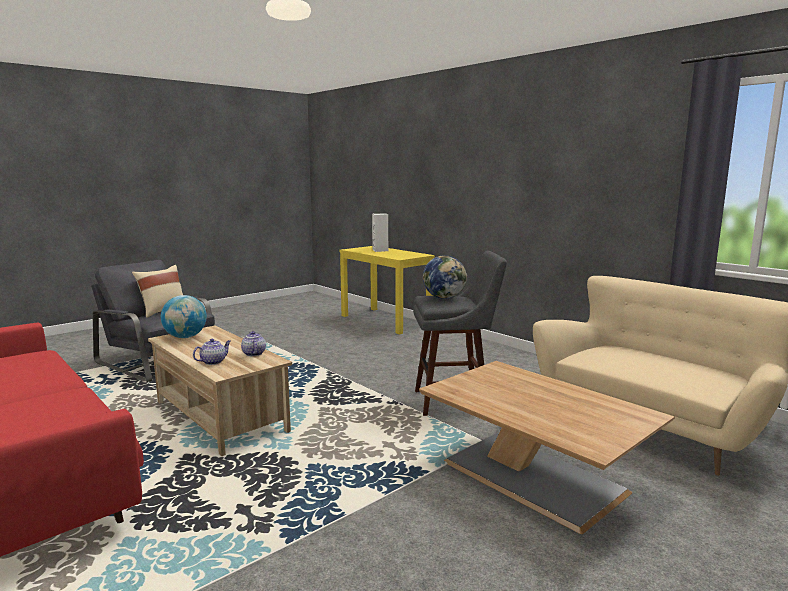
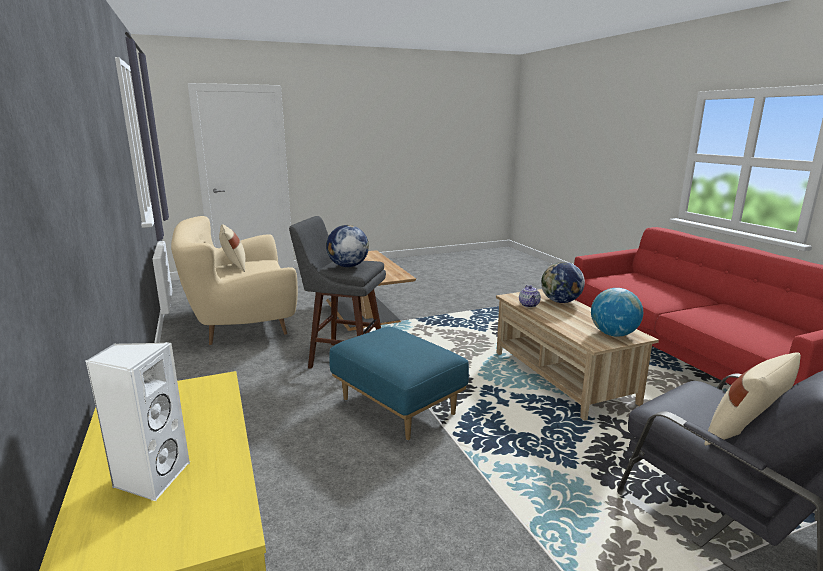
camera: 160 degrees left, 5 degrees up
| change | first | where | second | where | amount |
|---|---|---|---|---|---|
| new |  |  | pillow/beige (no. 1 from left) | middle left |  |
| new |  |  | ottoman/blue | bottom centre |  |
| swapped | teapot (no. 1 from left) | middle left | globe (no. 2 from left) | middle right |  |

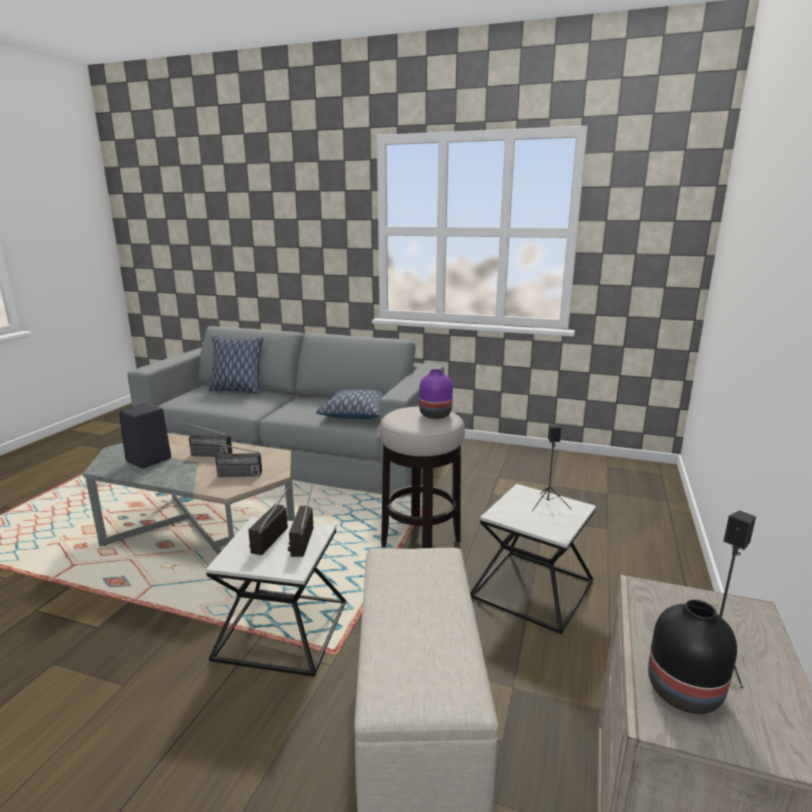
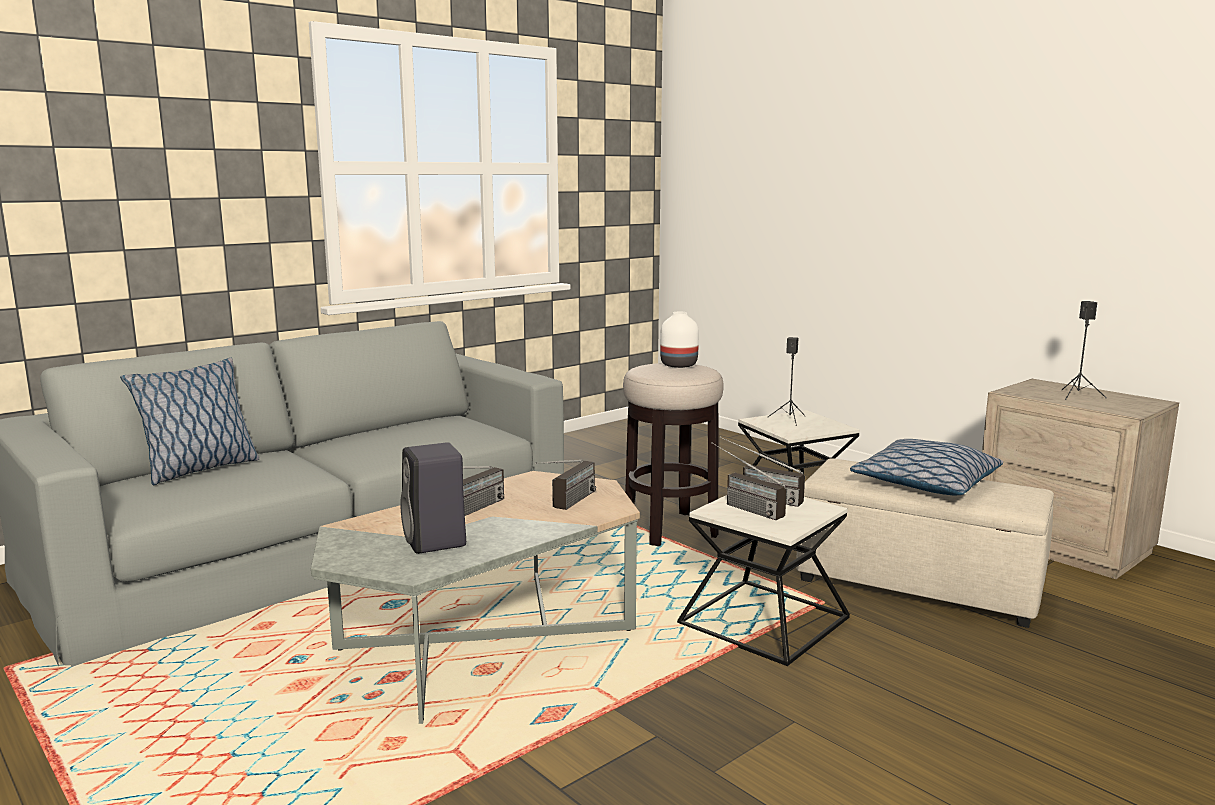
camera: 60 degrees left, 5 degrees down
| change | first | where | second | where | amount |
|---|---|---|---|---|---|
| gone | vase/black | bottom right |  |  |  |
| shifted | pillow (no. 2 from left) | centre |  | middle right |  |
| repainted | vase/purple | centre | vase/white | centre |  |

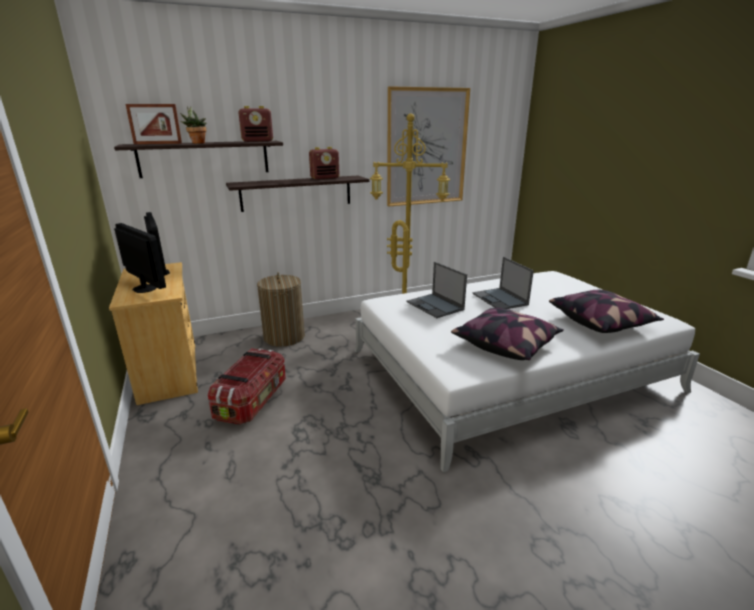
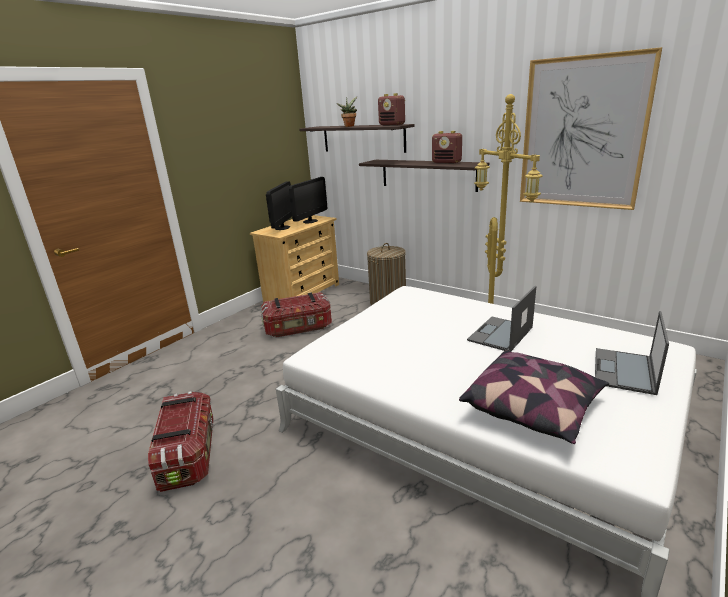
camera: 60 degrees right, 0 degrees up
| change | first | where | second | where | amount |
|---|---|---|---|---|---|
| gone | picture frame | top left |  |  |  |
| gone | pillow (no. 1 from left) | middle right |  |  |  |
| new |  |  | storage box (no. 1 from left) | bottom left |  |
| shifted | laptop (no. 1 from left in the first image) | centre | laptop (no. 2 from left) | middle right |  |

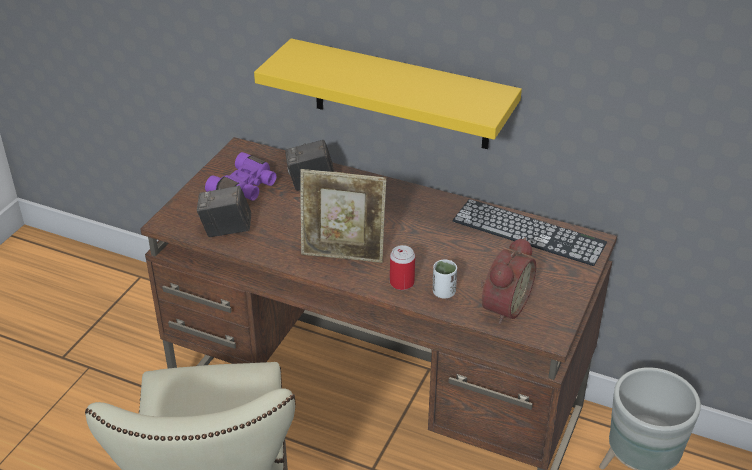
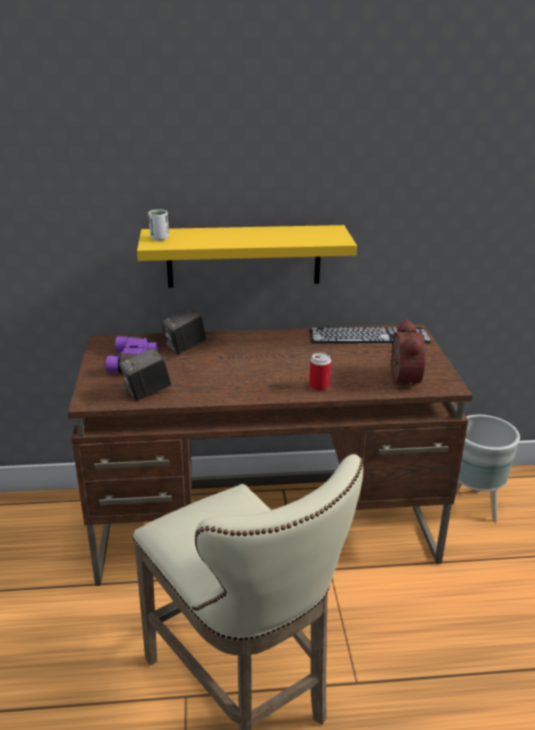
camera: 30 degrees left, 10 degrees down
| change | first | where | second | where | amount |
|---|---|---|---|---|---|
| gone | picture frame | centre |  |  |  |
| shifted | cup/white | centre |  | top left |  |

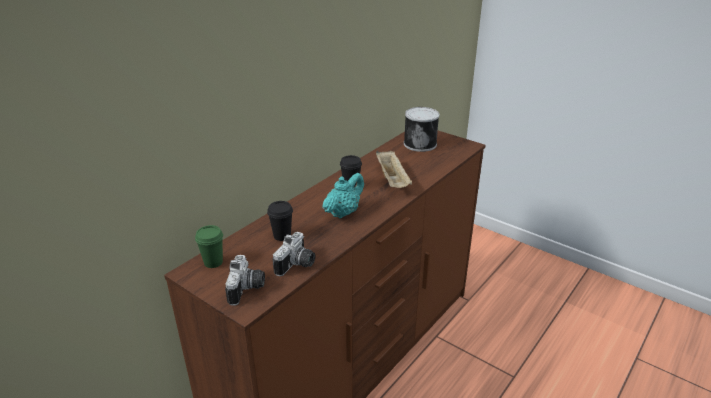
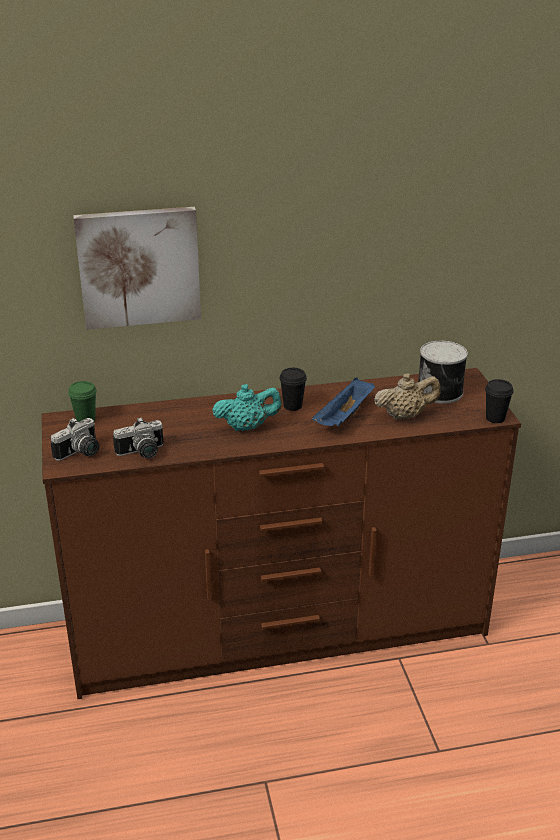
camera: 40 degrees right, 0 degrees up
| change | first | where | second | where | amount |
|---|---|---|---|---|---|
| new |  |  | picture | top left |  |
| new |  |  | teapot/beige | middle right |  |
| shifted | cup/black (no. 1 from left in the first image) | centre | cup/black (no. 2 from left) | middle right |  |
| repainted | tray/beige | centre | tray/blue | centre |  |

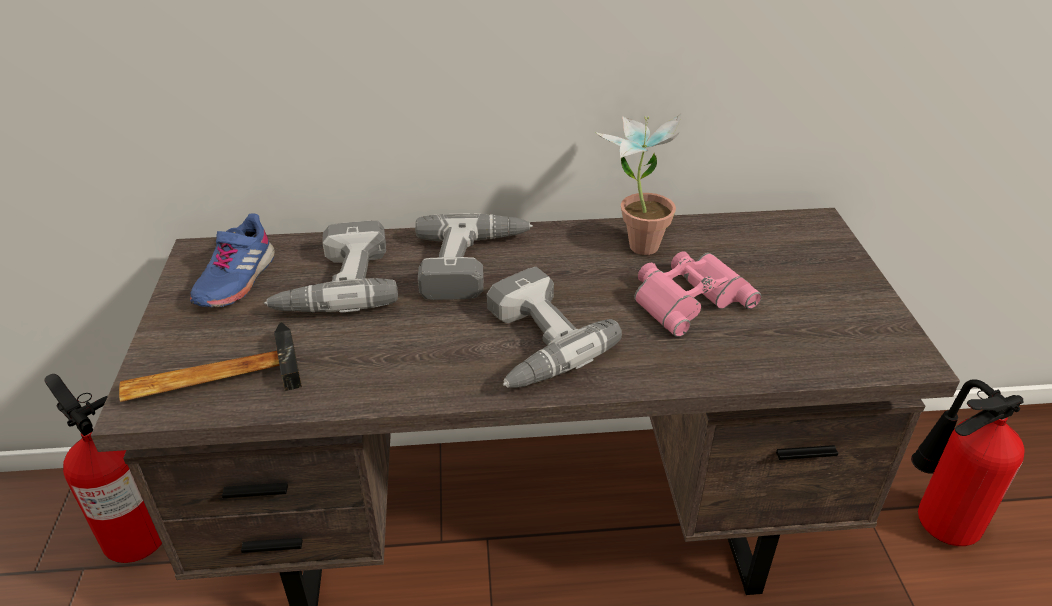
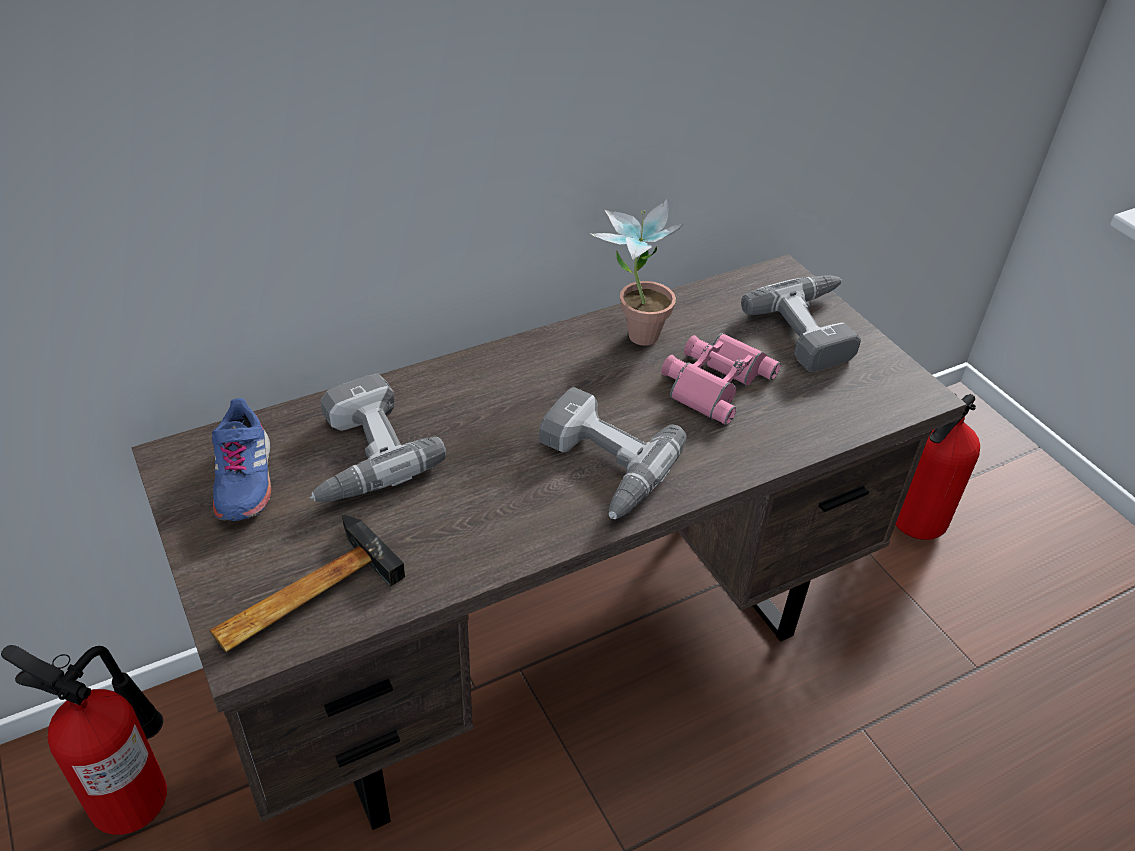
camera: 25 degrees left, 5 degrees up
| change | first | where | second | where | amount |
|---|---|---|---|---|---|
| shifted | power drill (no. 2 from left in the first image) | centre | power drill (no. 3 from left) | middle right |  |

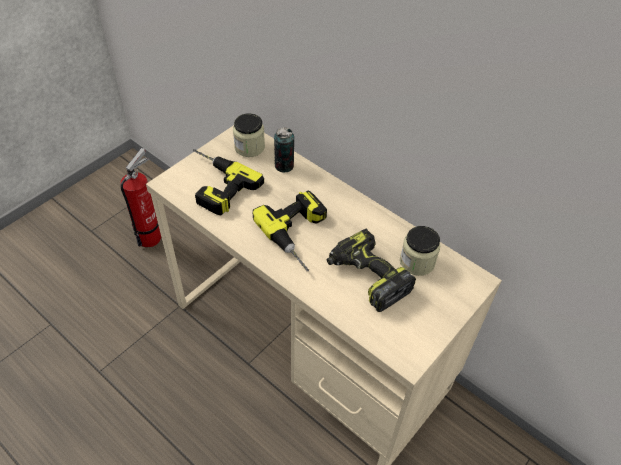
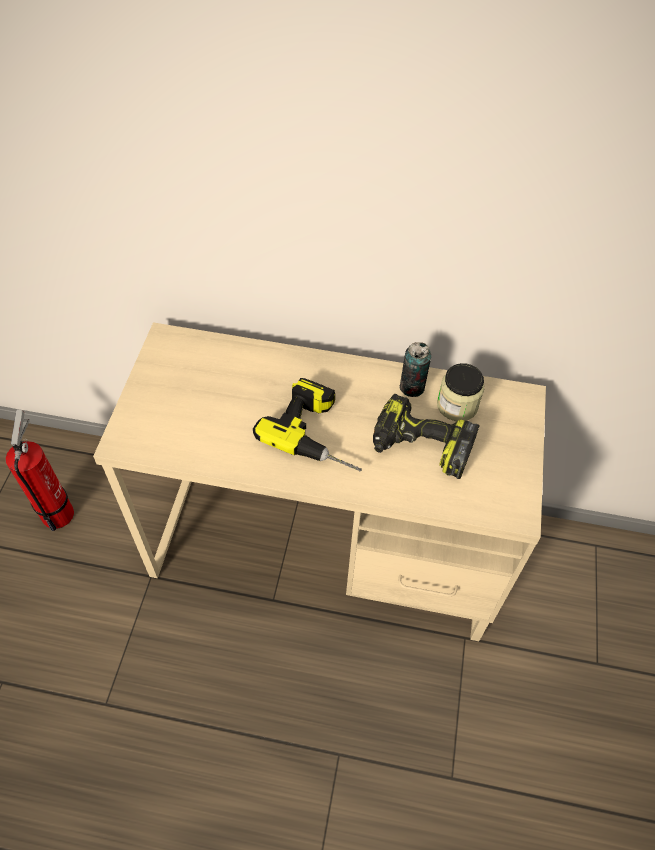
camera: 30 degrees left, 5 degrees up
| change | first | where | second | where | amount |
|---|---|---|---|---|---|
| gone | power drill (no. 1 from left) | centre |  |  |  |
| gone | jar (no. 1 from left) | top centre |  |  |  |
| shifted | can | top centre |  | centre |  |

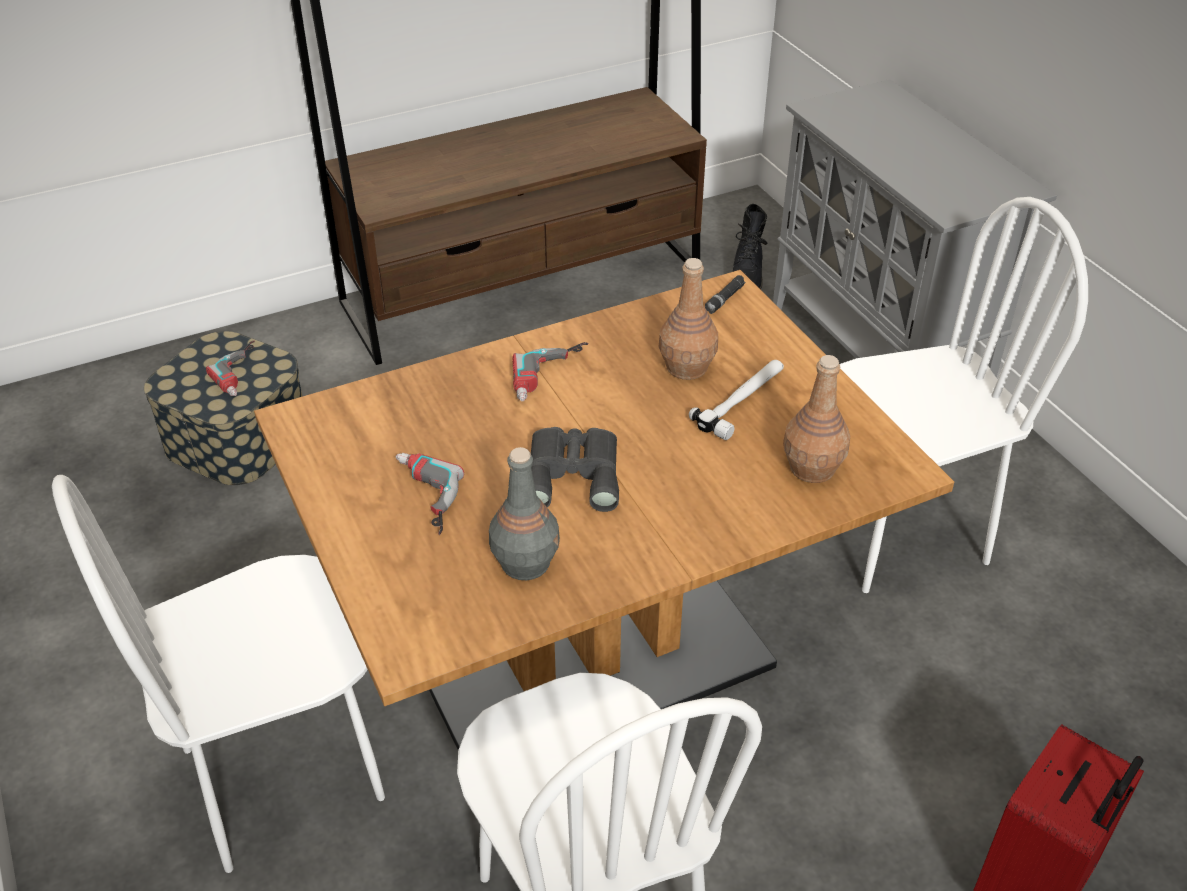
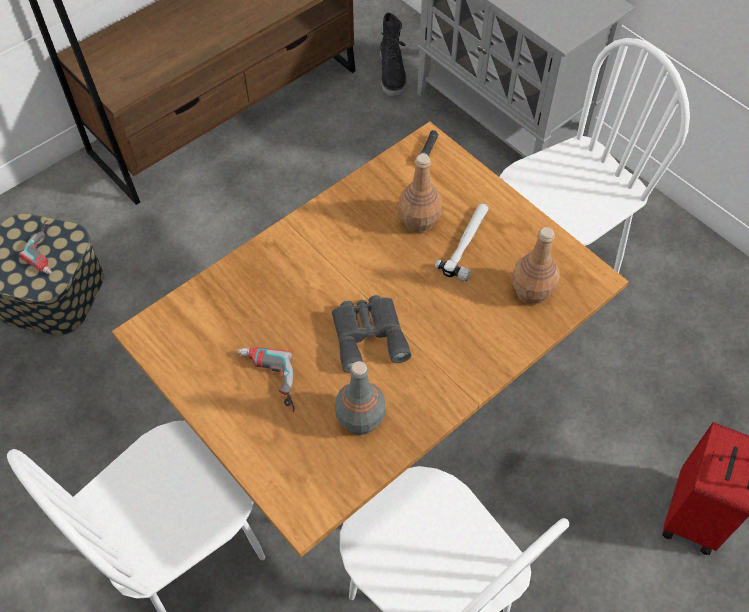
camera: 15 degrees left, 15 degrees up
| change | first | where | second | where | amount |
|---|---|---|---|---|---|
| gone | power drill (no. 3 from left) | centre |  |  |  |

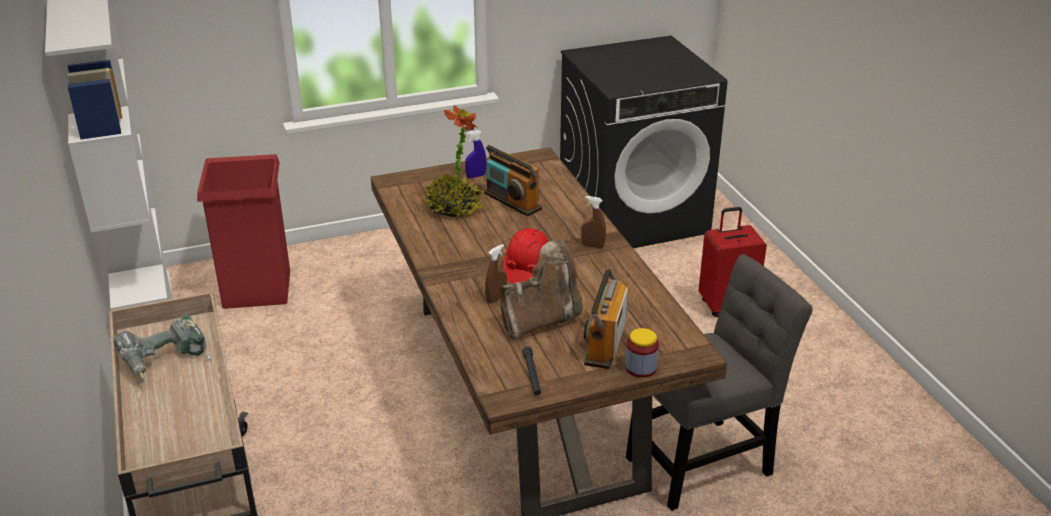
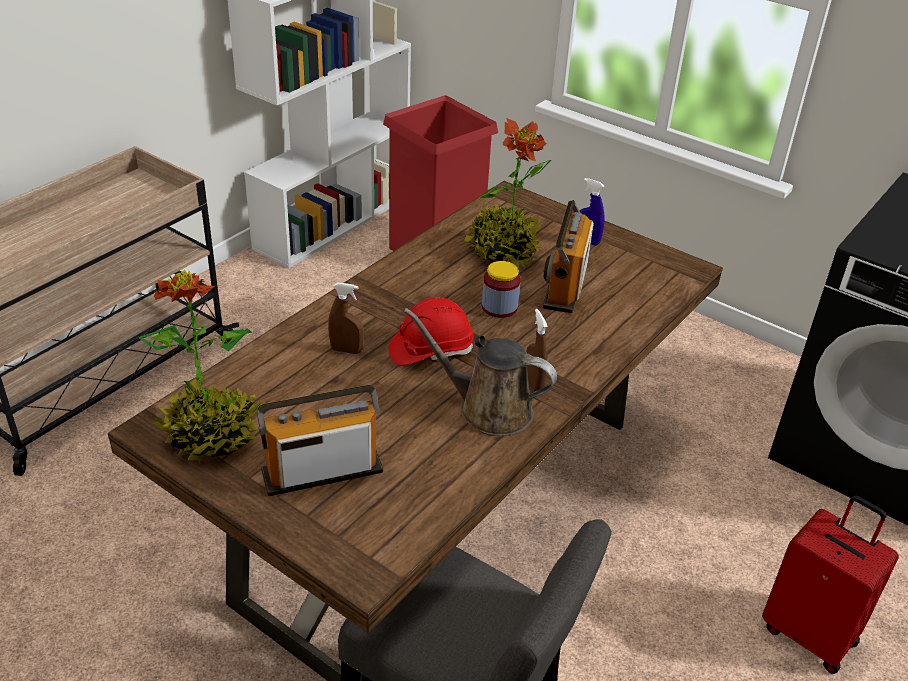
camera: 55 degrees right, 5 degrees up
| change | first | where | second | where | amount |
|---|---|---|---|---|---|
| gone | power drill | bottom left |  |  |  |
| gone | boot/brown | centre |  |  |  |
| new |  |  | watering can/brown | centre |  |
| shifted | jar | bottom centre |  | centre |  |
| swapped | flashlight/black | bottom centre | potted plant (no. 1 from left) | middle left |  |

